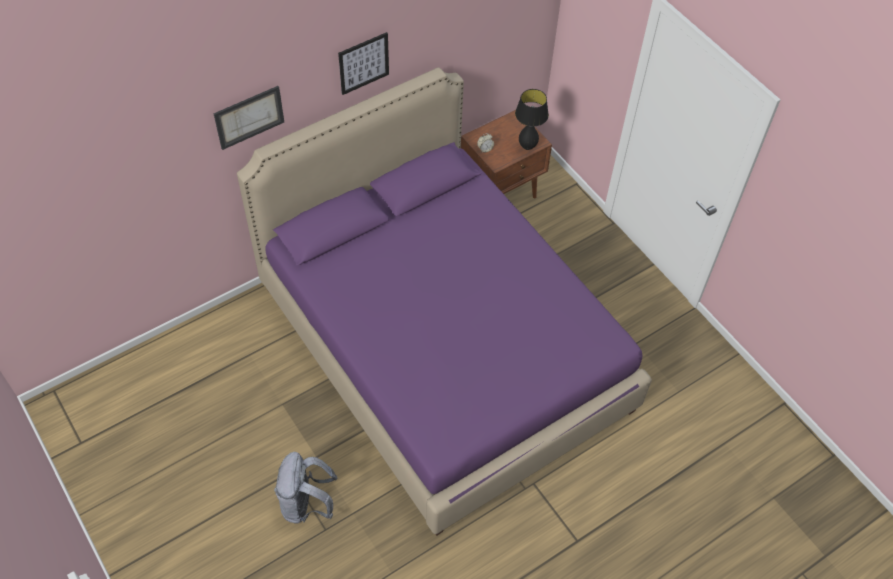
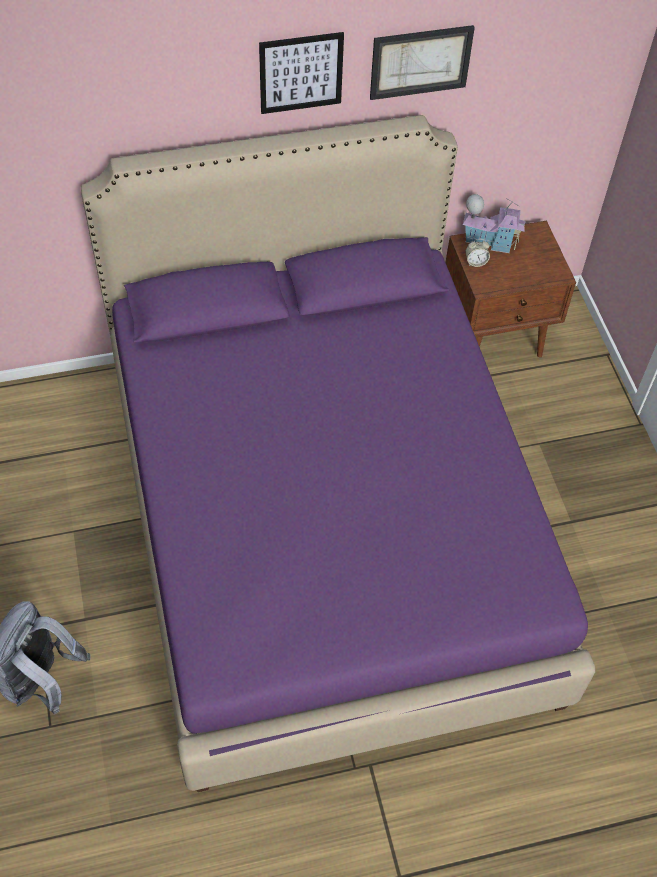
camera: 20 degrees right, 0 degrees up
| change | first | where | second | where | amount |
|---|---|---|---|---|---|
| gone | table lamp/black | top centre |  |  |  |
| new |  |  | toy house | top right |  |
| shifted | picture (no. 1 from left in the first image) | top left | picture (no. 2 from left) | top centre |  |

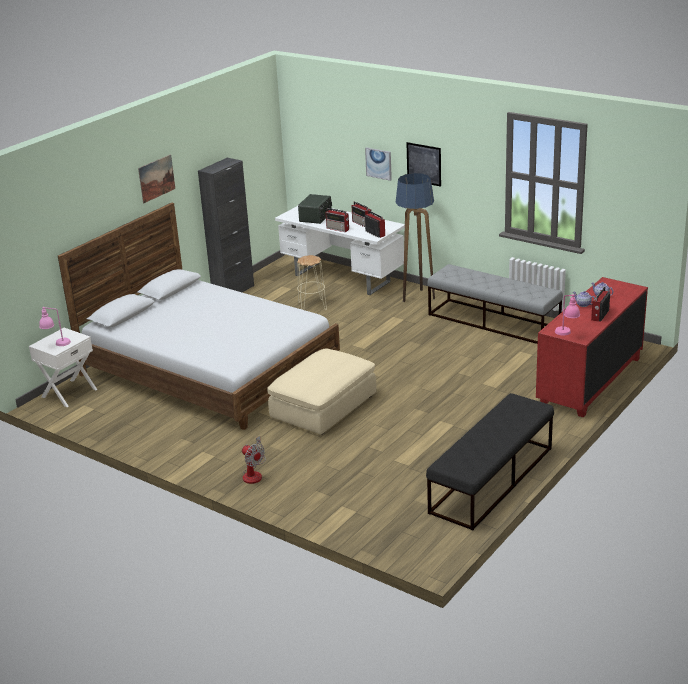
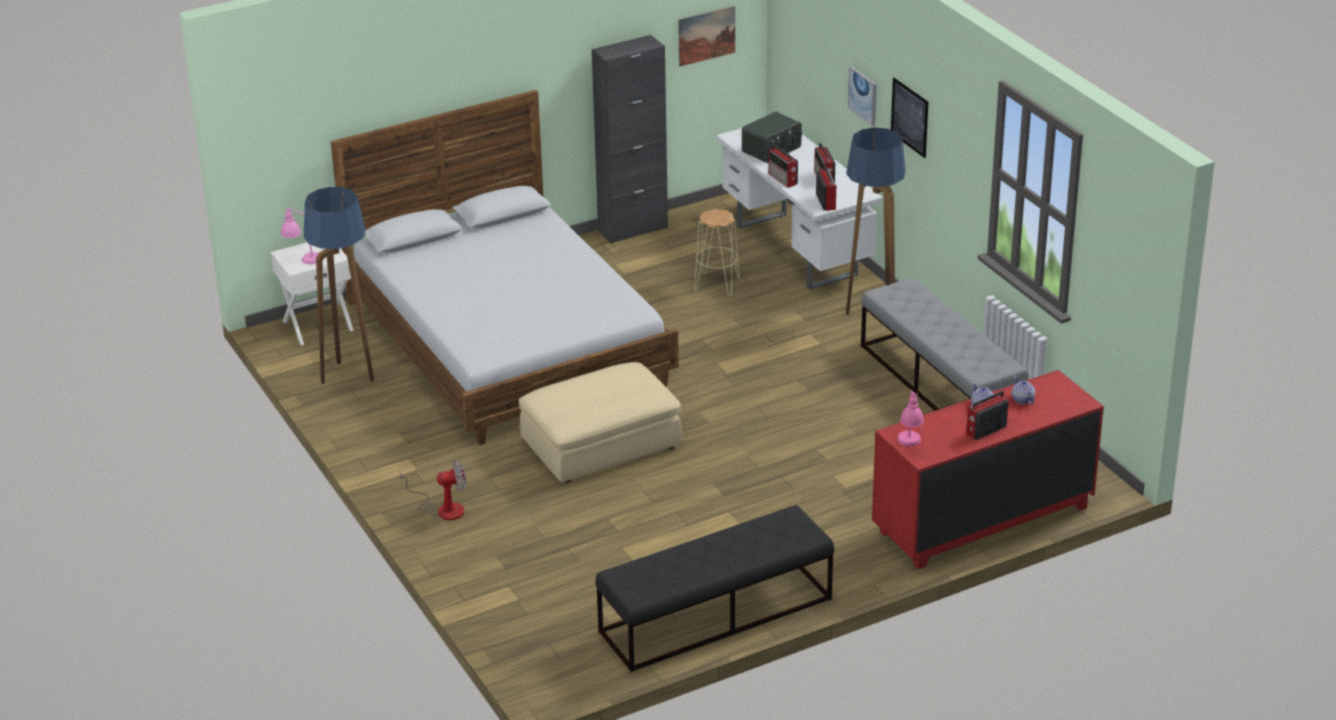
camera: 25 degrees right, 5 degrees up
| change | first | where | second | where | amount |
|---|---|---|---|---|---|
| new |  |  | floor lamp (no. 1 from left) | middle left |  |
| shifted | picture (no. 1 from left) | top left |  | top centre |  |
| rotated | fan | bottom centre |  | bottom left | 90 degrees counterclockwise |

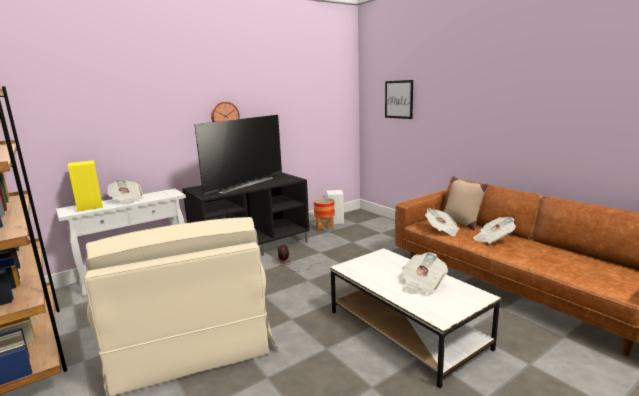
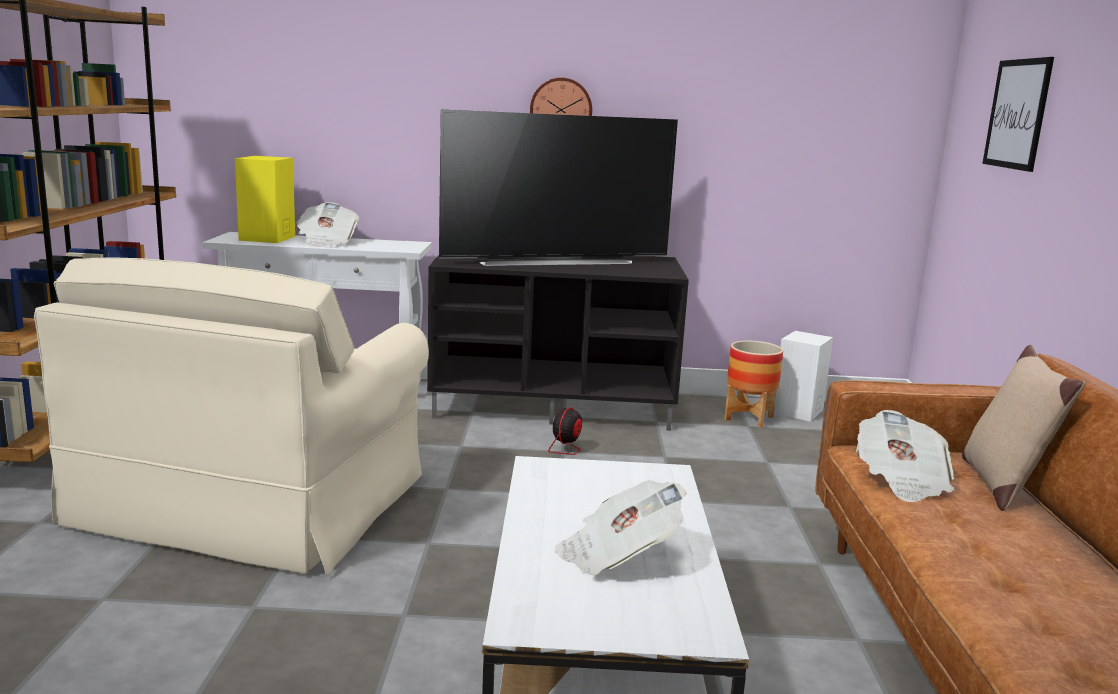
camera: 35 degrees right, 0 degrees up
| change | first | where | second | where | amount |
|---|---|---|---|---|---|
| gone | newspaper (no. 4 from left) | middle right |  |  |  |

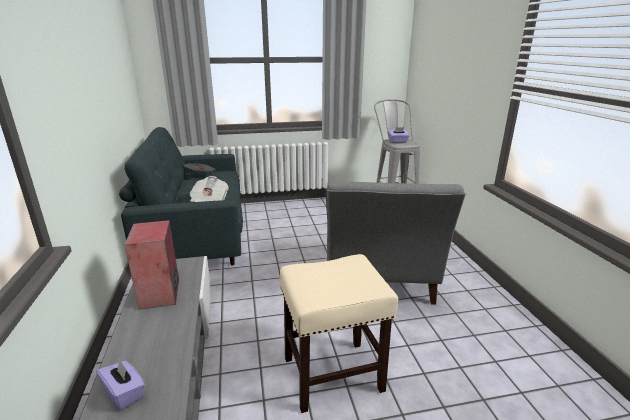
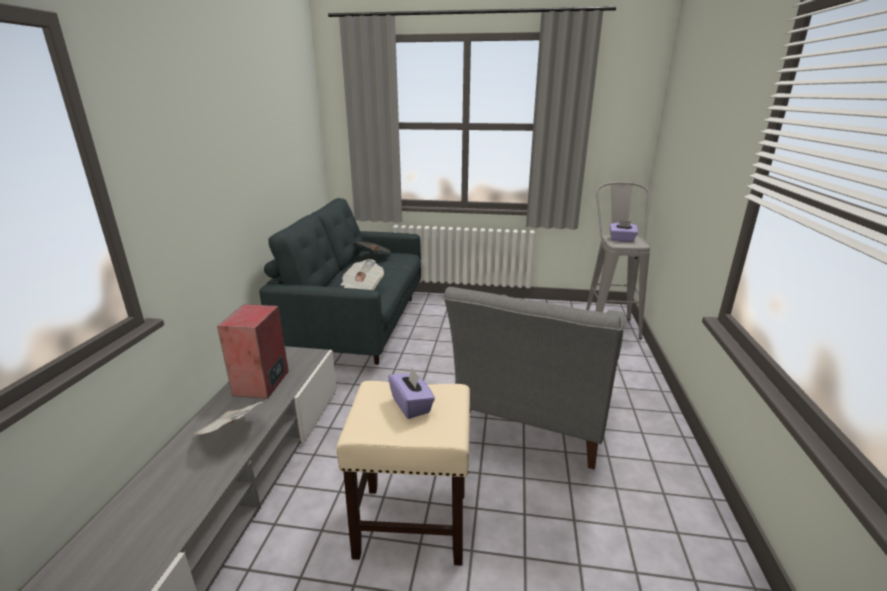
camera: 20 degrees right, 0 degrees up
| change | first | where | second | where | amount |
|---|---|---|---|---|---|
| new |  |  | newspaper (no. 1 from left) | bottom left |  |
| shifted | tissue box/purple (no. 1 from left) | bottom left |  | centre |  |

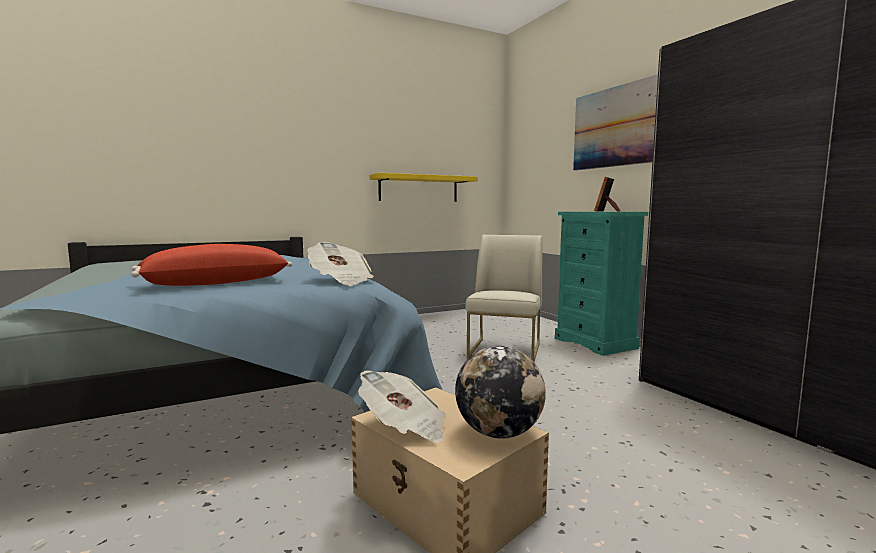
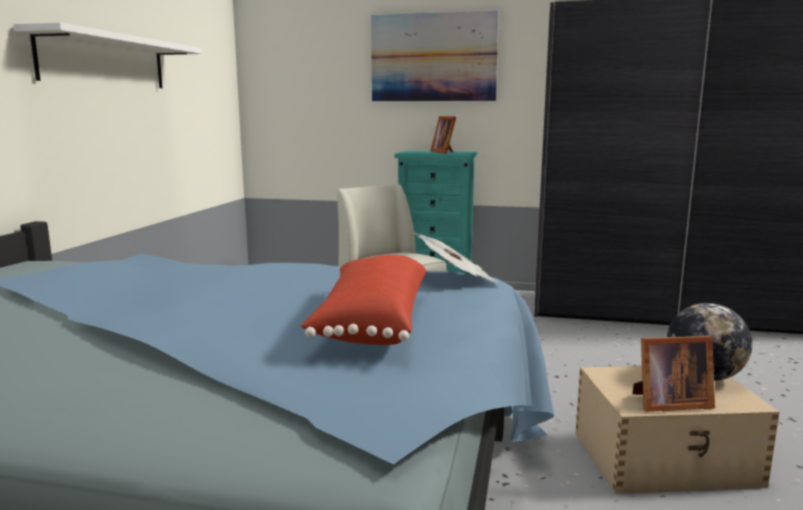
camera: 50 degrees left, 5 degrees up
| change | first | where | second | where | amount |
|---|---|---|---|---|---|
| gone | shelf/yellow | centre |  |  |  |
| new |  |  | shelf/white | top left |  |
| swapped | newspaper (no. 2 from left) | bottom centre | picture frame (no. 2 from left) | bottom right |  |

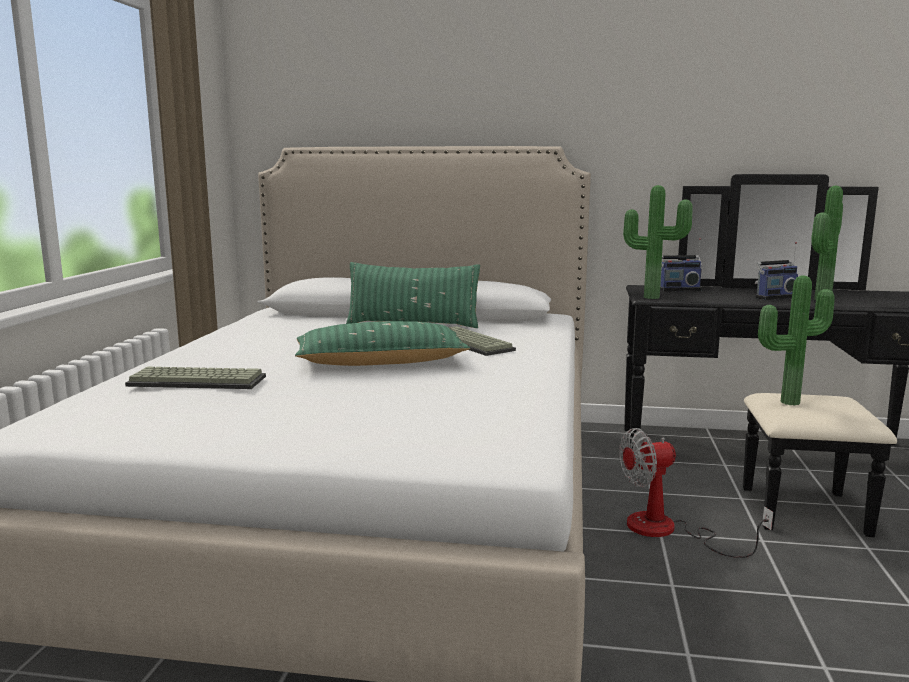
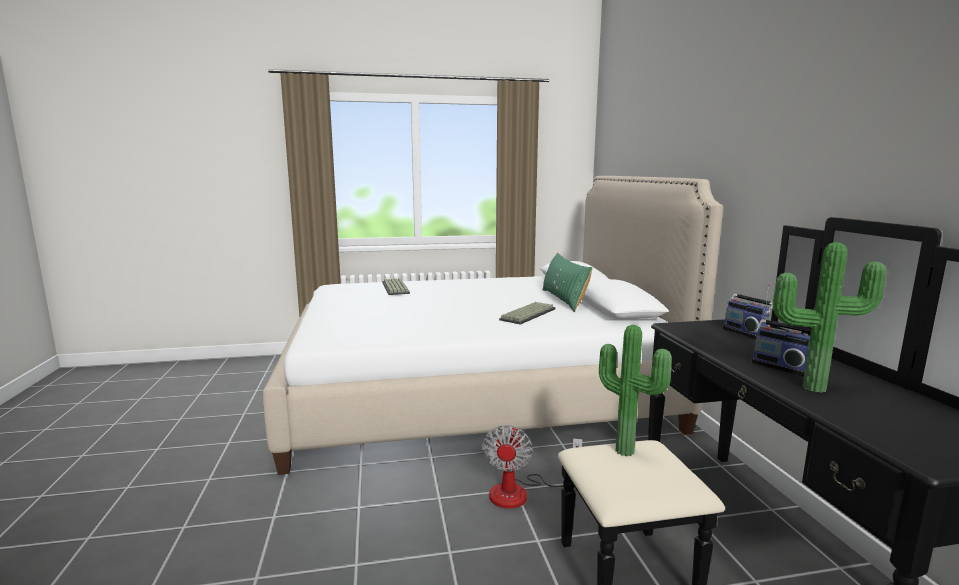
camera: 70 degrees right, 0 degrees up
| change | first | where | second | where | amount |
|---|---|---|---|---|---|
| gone | pillow/green (no. 1 from left) | centre |  |  |  |
| gone | potted plant (no. 1 from left) | middle right |  |  |  |
| rotated | fan | bottom right |  | bottom centre | 135 degrees counterclockwise |

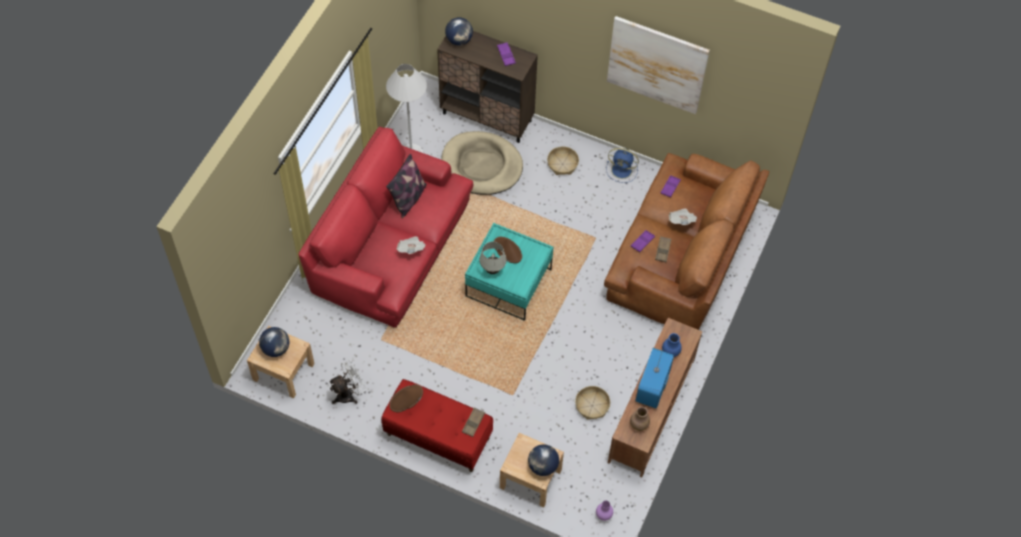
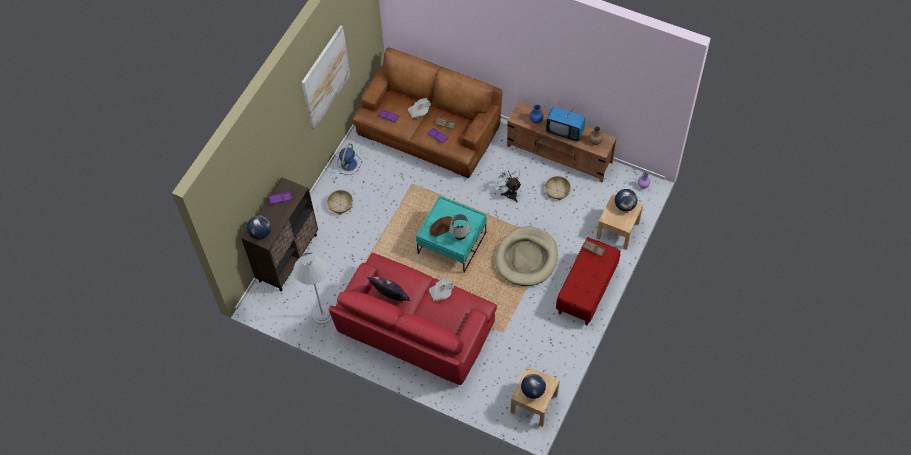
camera: 85 degrees left, 0 degrees up
| change | first | where | second | where | amount |
|---|---|---|---|---|---|
| gone | hat/brown (no. 1 from left) | bottom centre |  |  |  |
| shifted | fan/white | bottom centre |  | centre |  |
| shifted | dog bed/beige | top centre |  | centre |  |

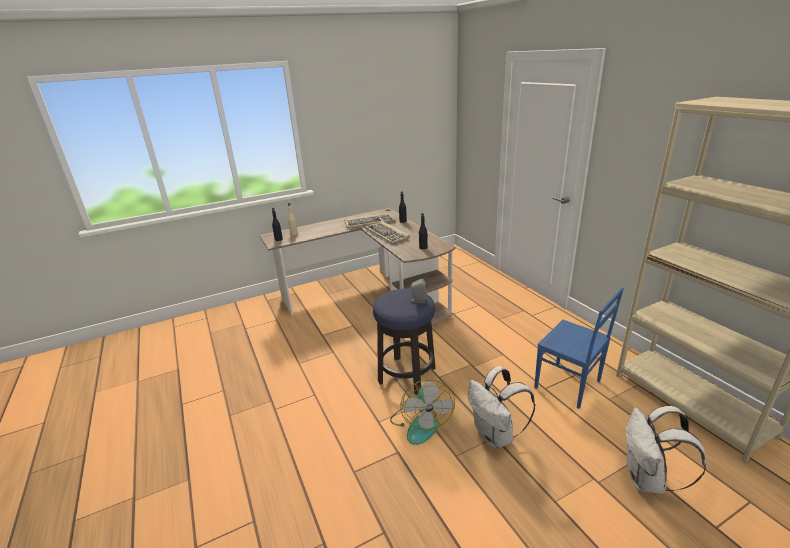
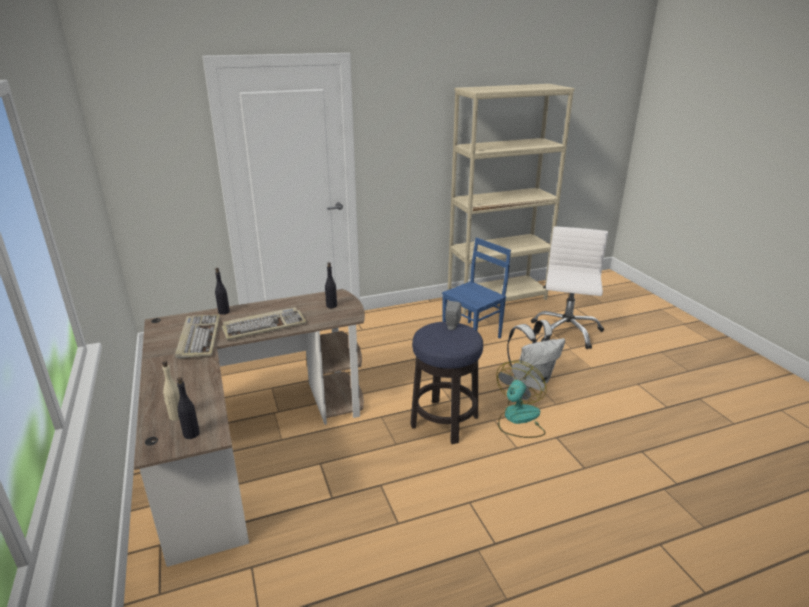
camera: 85 degrees left, 0 degrees up
| change | first | where | second | where | amount |
|---|---|---|---|---|---|
| swapped | backpack/white (no. 2 from left) | bottom right | office chair/white | middle right |  |
| rotated | fan | bottom centre |  | centre | 60 degrees counterclockwise |

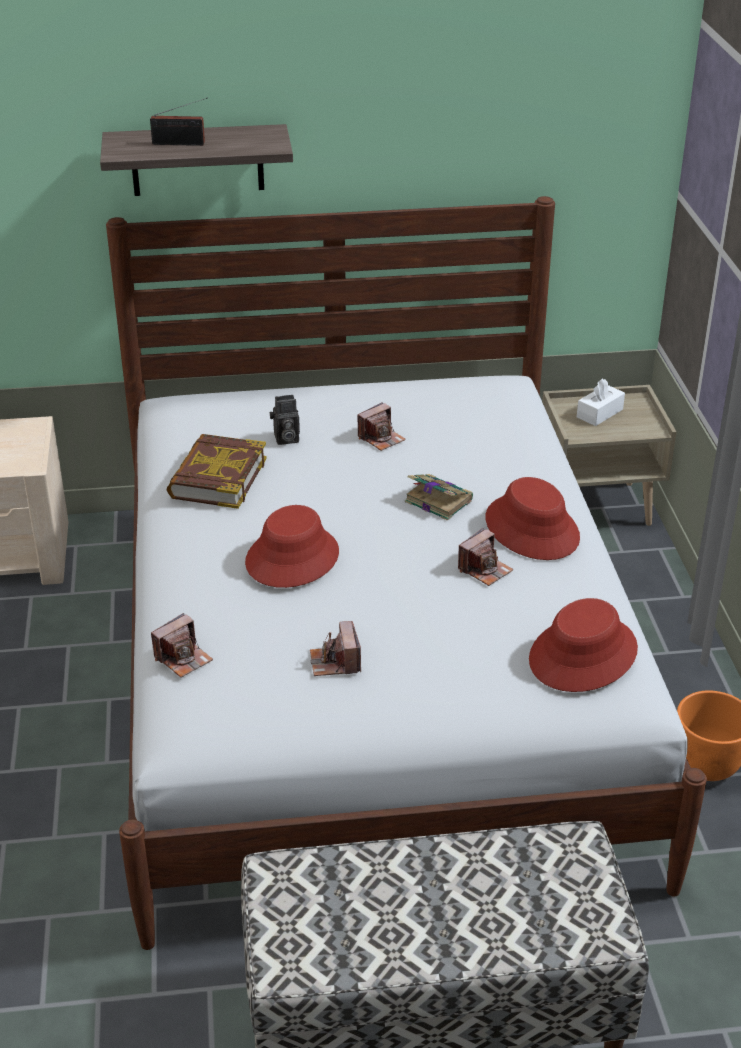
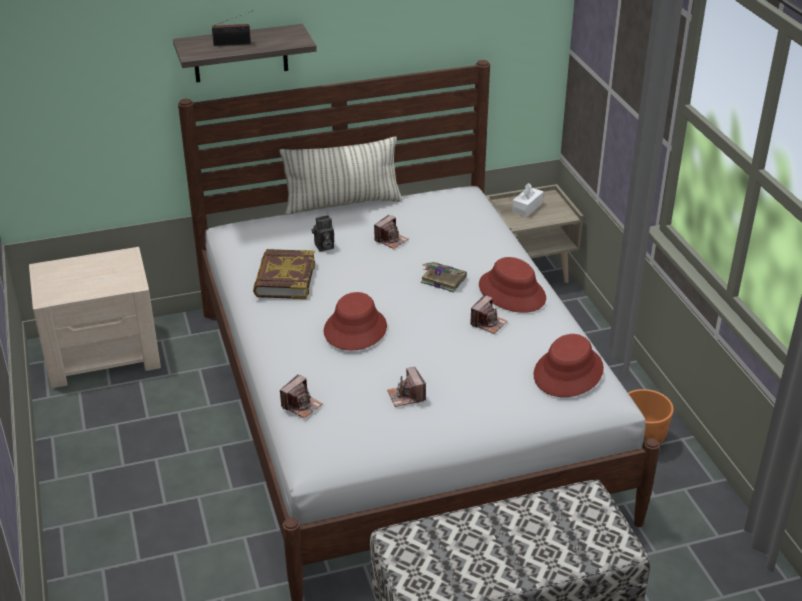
camera: 10 degrees left, 0 degrees up
| change | first | where | second | where | amount |
|---|---|---|---|---|---|
| new |  |  | pillow | top centre |  |

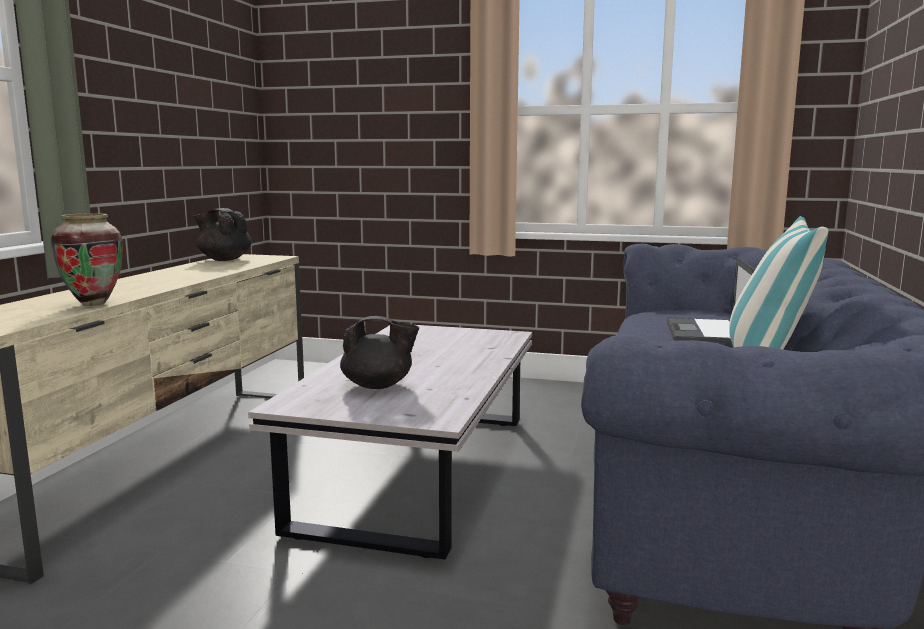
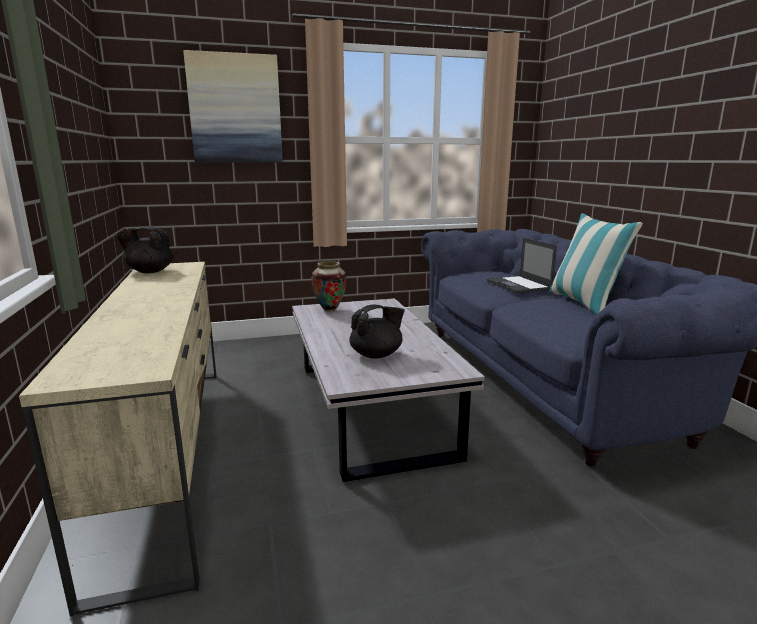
camera: 30 degrees left, 5 degrees up
| change | first | where | second | where | amount |
|---|---|---|---|---|---|
| new |  |  | picture | top left |  |
| shifted | vase | middle left |  | centre |  |

